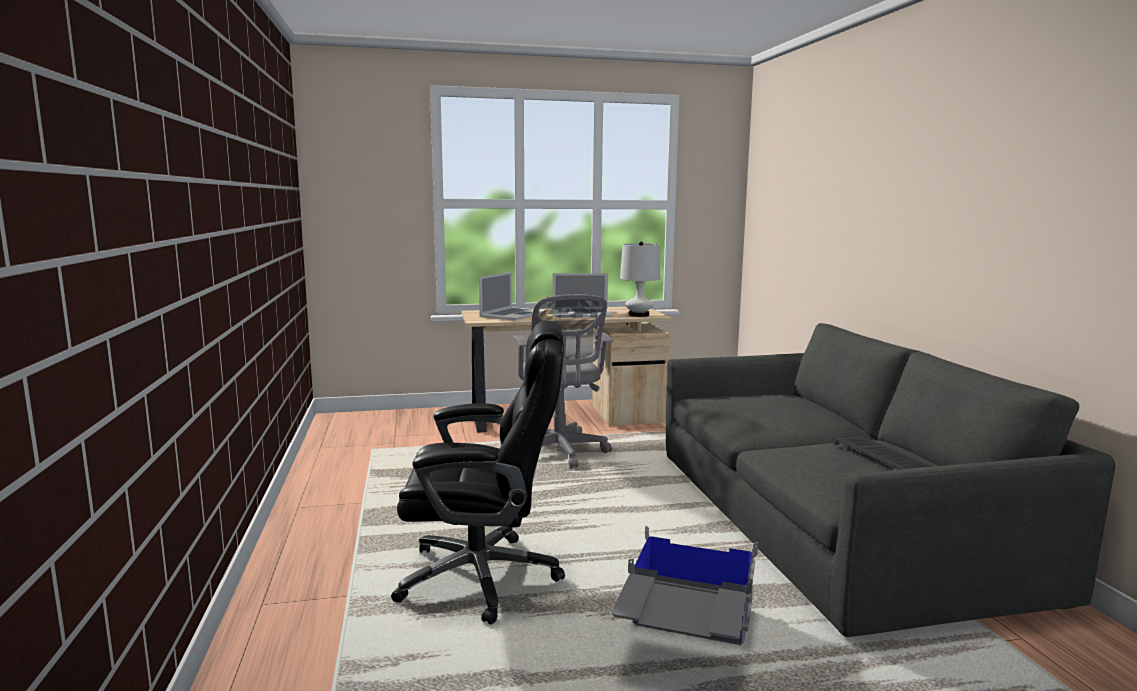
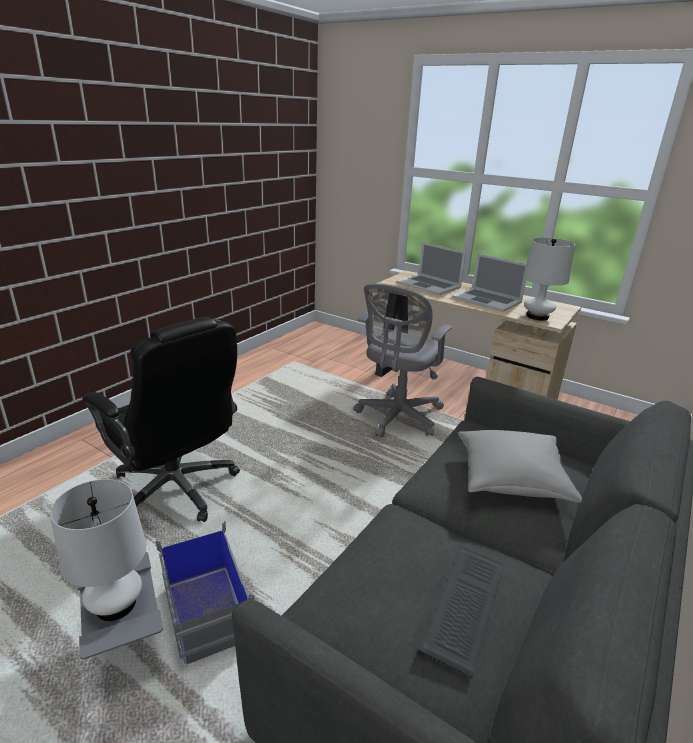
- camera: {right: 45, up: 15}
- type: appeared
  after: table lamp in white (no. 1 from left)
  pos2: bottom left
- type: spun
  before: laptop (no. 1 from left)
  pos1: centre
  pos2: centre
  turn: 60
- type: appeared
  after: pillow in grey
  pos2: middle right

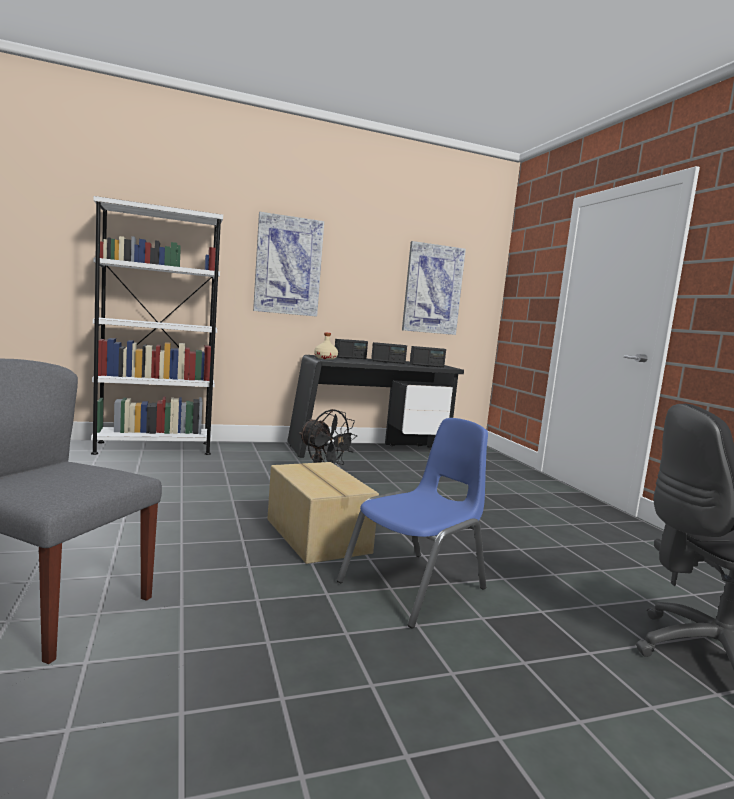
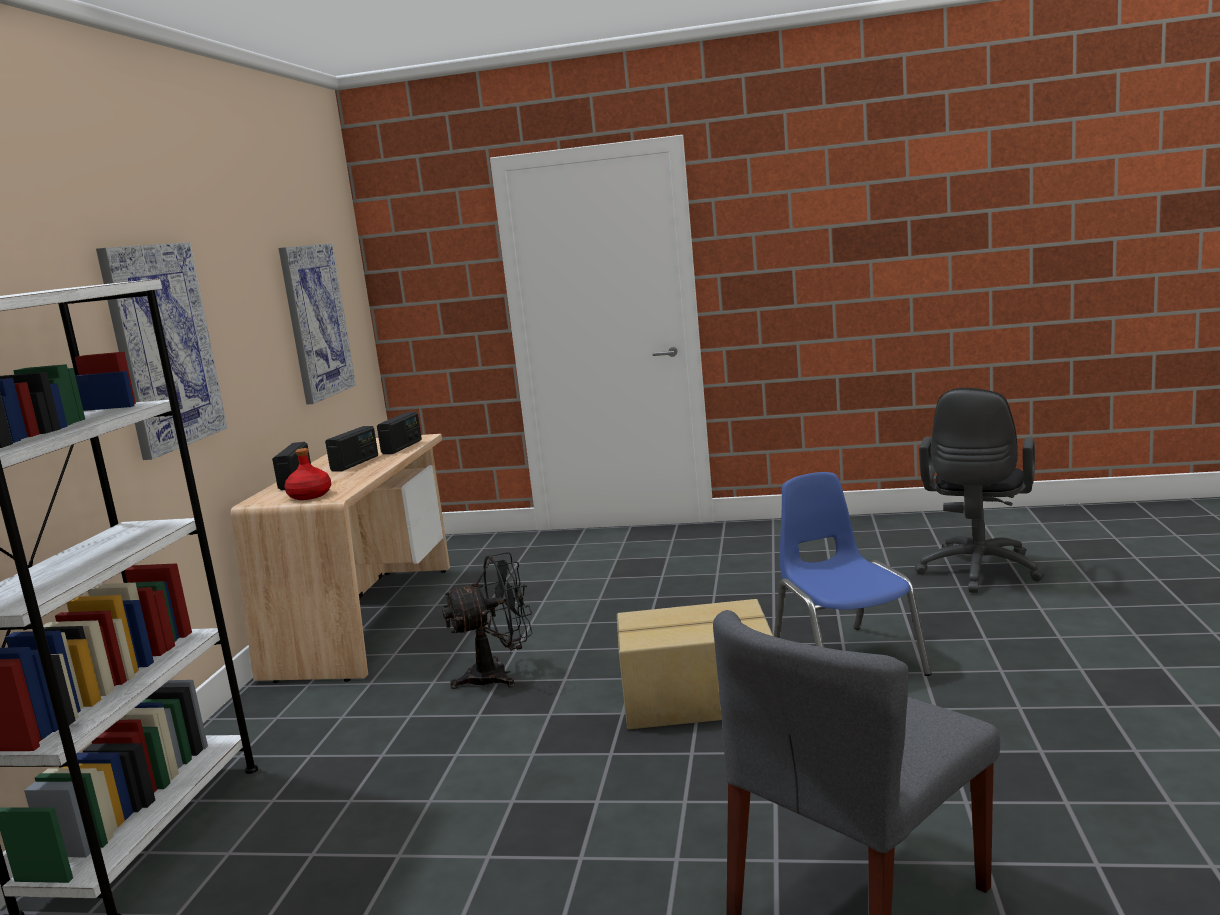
- camera: {right: -60, up: 5}
- type: colour
  before: desk in black
  after: desk in beige
  pos1: centre
  pos2: middle left
- type: colour
  before: bottle in beige
  after: bottle in red
  pos1: centre
  pos2: middle left

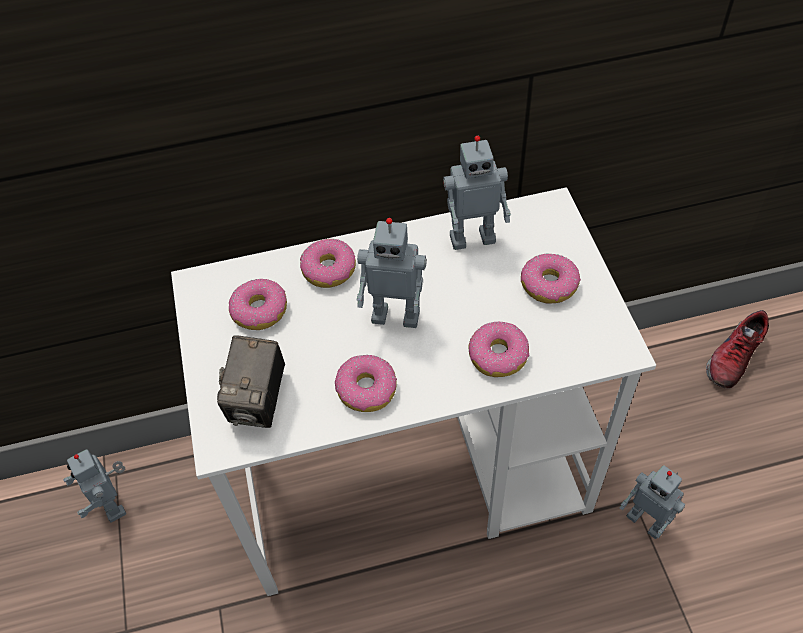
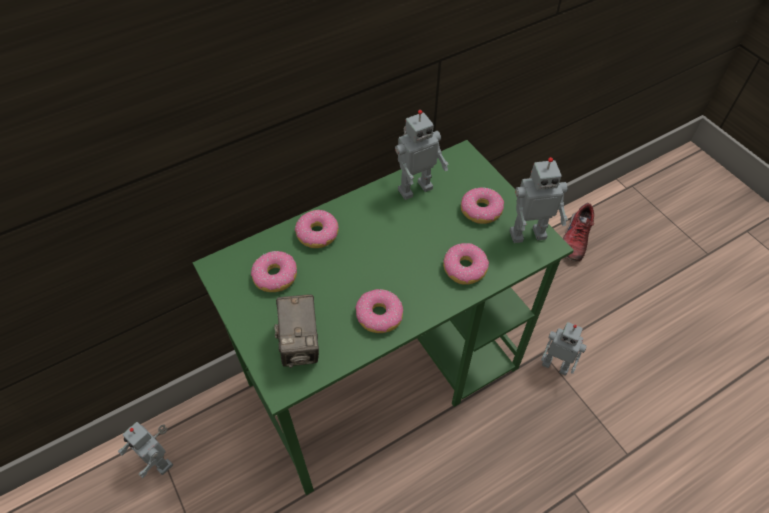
- camera: {right: -20, up: 0}
- type: colour
  before: desk in white
  after: desk in green
  pos1: centre
  pos2: centre
- type: relocated
  before: toy robot (no. 2 from left in the first image)
  after: toy robot (no. 3 from left)
  pos1: centre
  pos2: middle right

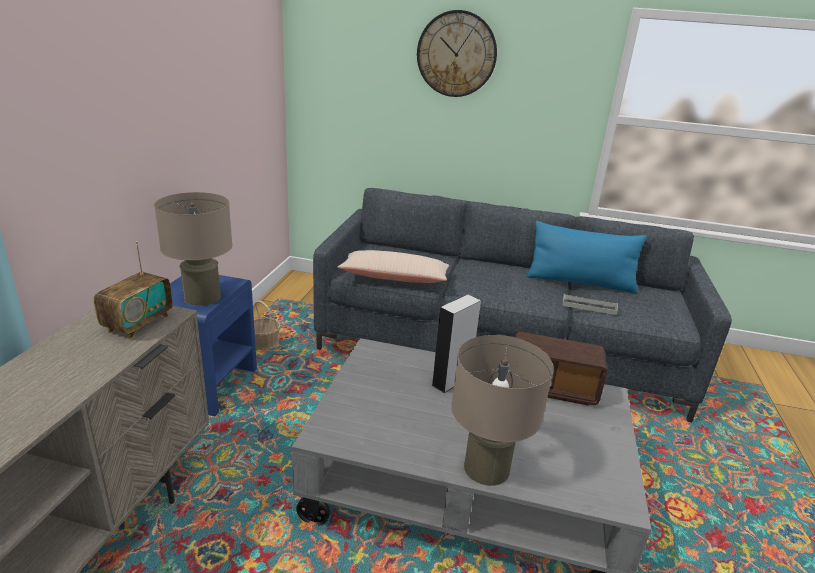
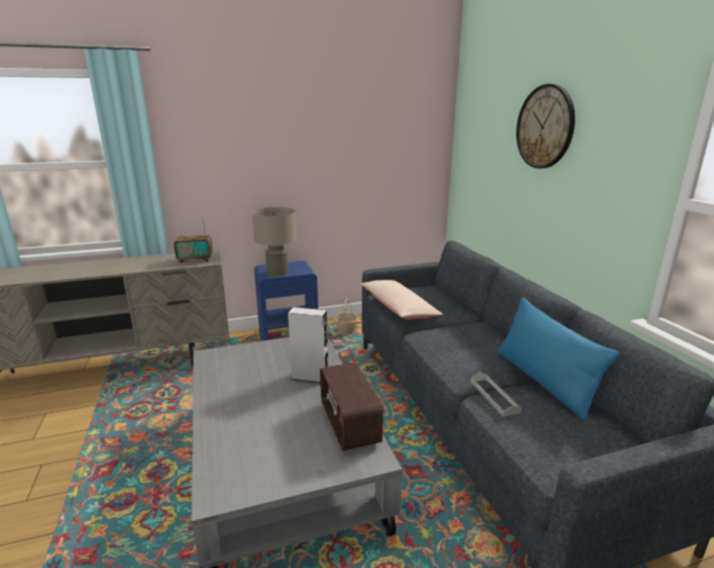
- camera: {right: 60, up: -5}
- type: missing
  before: table lamp in beige (no. 2 from left)
  pos1: bottom centre

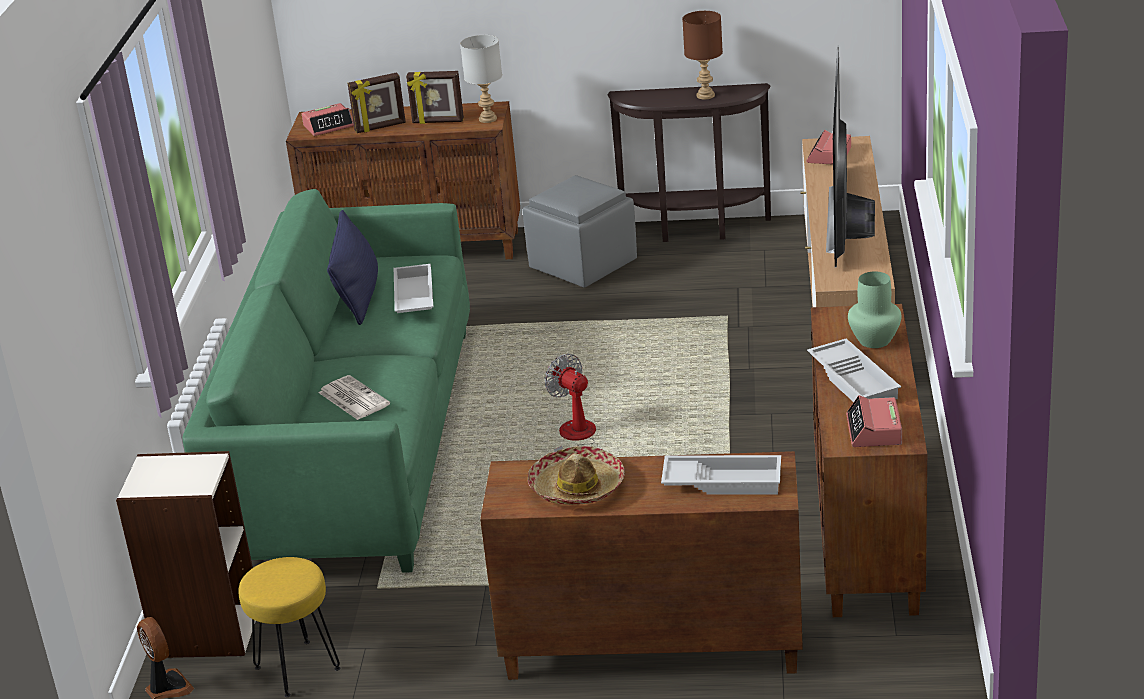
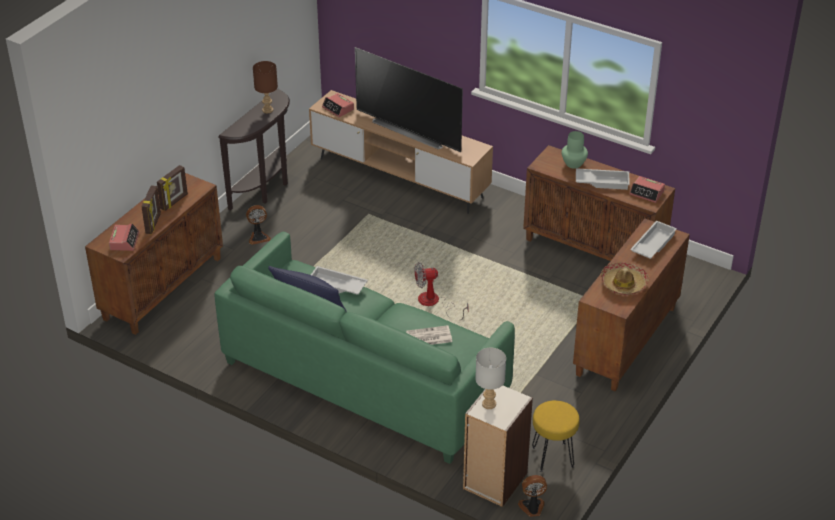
- camera: {right: -65, up: 10}
- type: exchanged
  before: ottoman in grey
  after: fan (no. 1 from left)
  pos1: top centre
  pos2: middle left
- type: relocated
  before: table lamp in grey
  pos1: top centre
  pos2: bottom centre

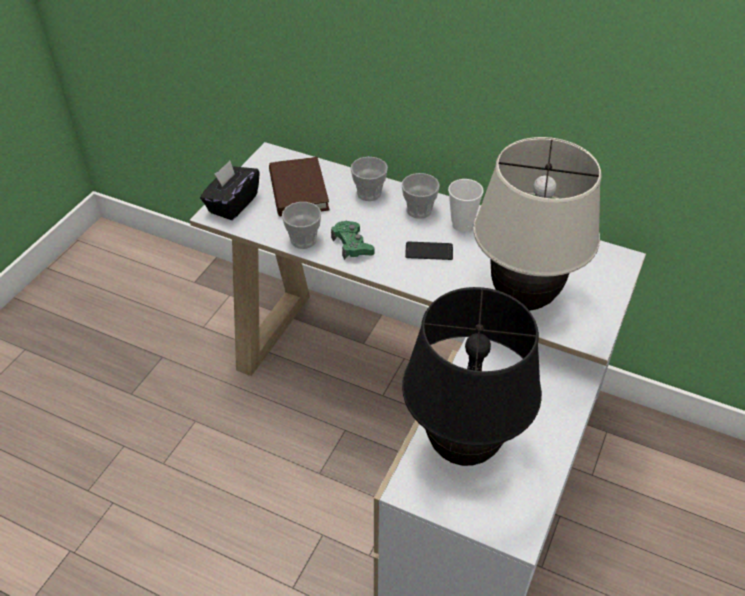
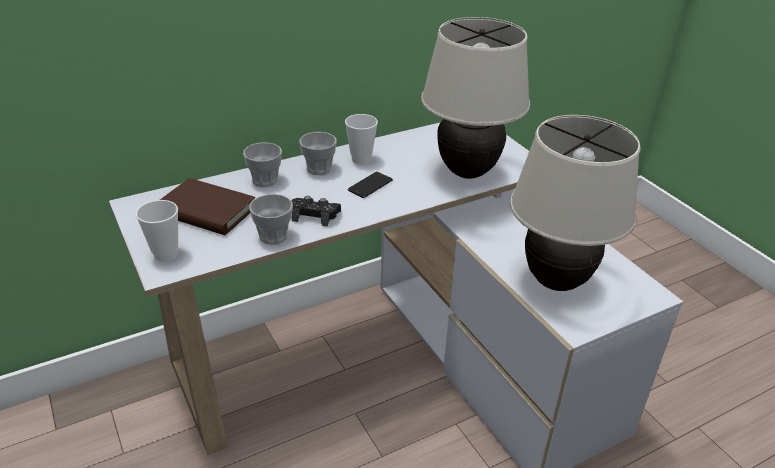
- camera: {right: -55, up: -10}
- type: exchanged
  before: tissue box in black
  after: cup (no. 1 from left)
  pos1: top left
  pos2: middle left
- type: colour
  before: game controller in green
  after: game controller in black
  pos1: centre
  pos2: centre
- type: colour
  before: table lamp in black
  after: table lamp in beige (no. 2 from left)
  pos1: centre
  pos2: middle right

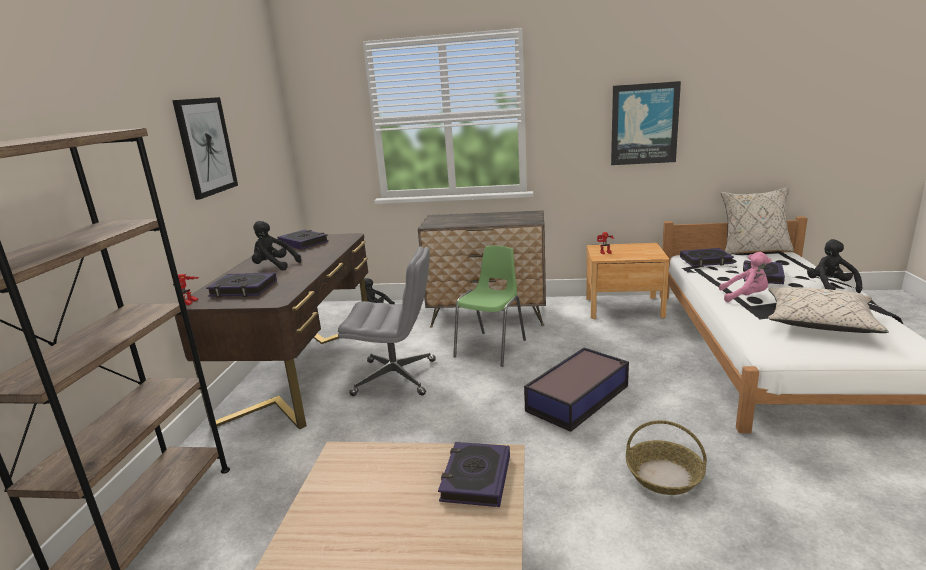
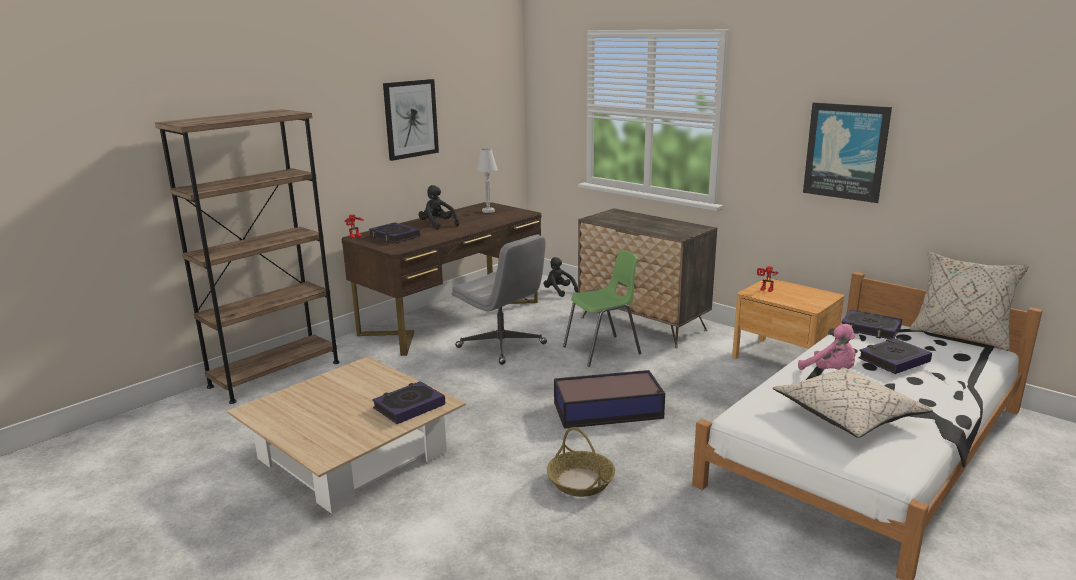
- camera: {right: 35, up: 0}
- type: exchanged
  before: book (no. 2 from left)
  after: table lamp in white
  pos1: middle left
  pos2: top centre
- type: missing
  before: plush toy in black (no. 3 from left)
  pos1: middle right

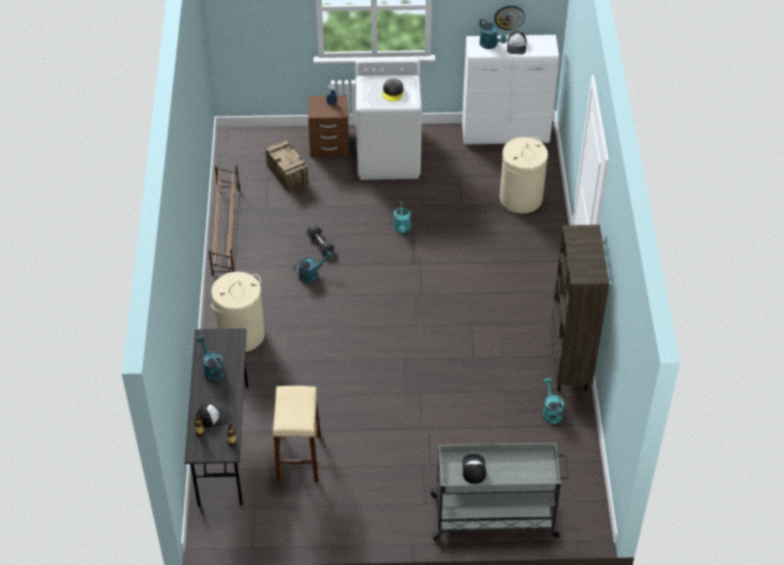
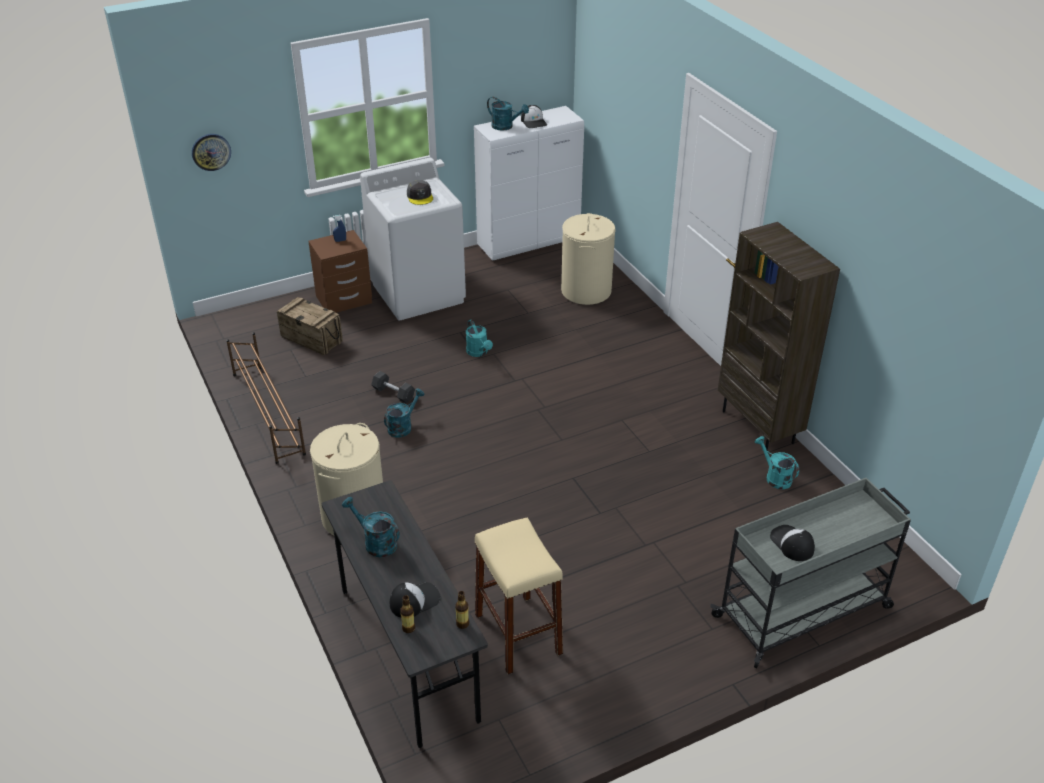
- camera: {right: -25, up: -10}
- type: relocated
  before: wall clock
  pos1: top centre
  pos2: top left

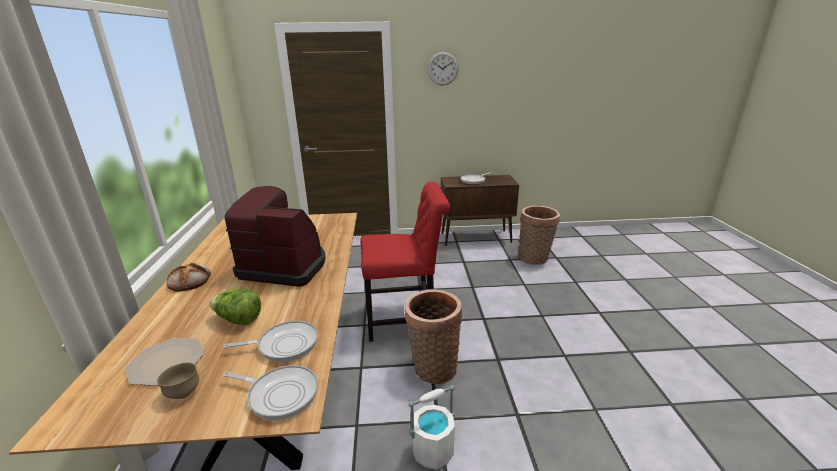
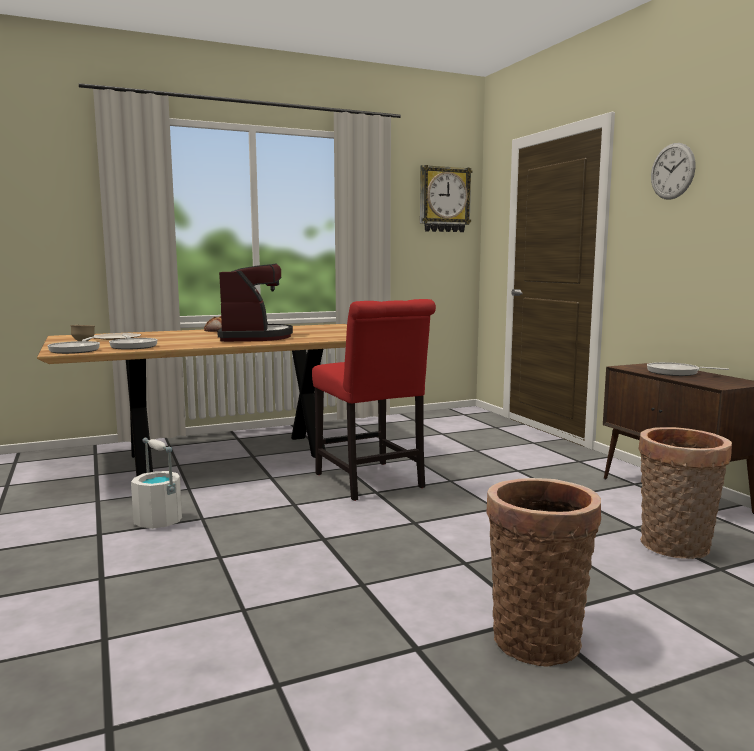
- camera: {right: 70, up: -15}
- type: appeared
  after: wall clock (no. 1 from left)
  pos2: top centre
- type: relocated
  before: basket (no. 1 from left)
  pos1: bottom centre
  pos2: bottom right
- type: missing
  before: lettuce
  pos1: middle left

